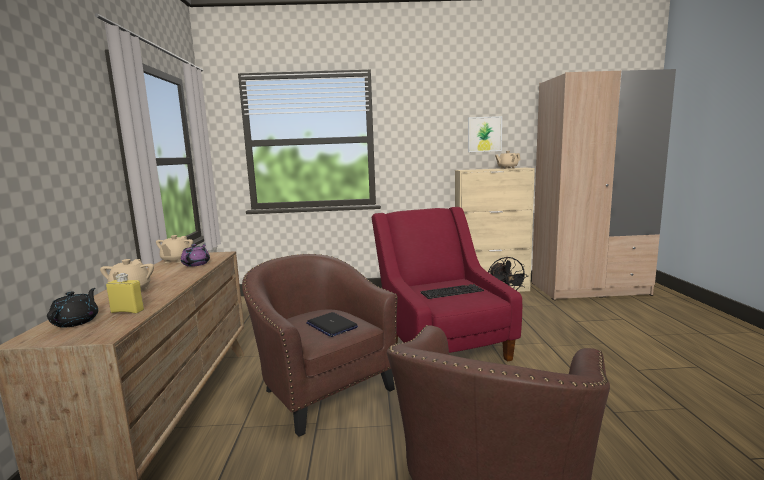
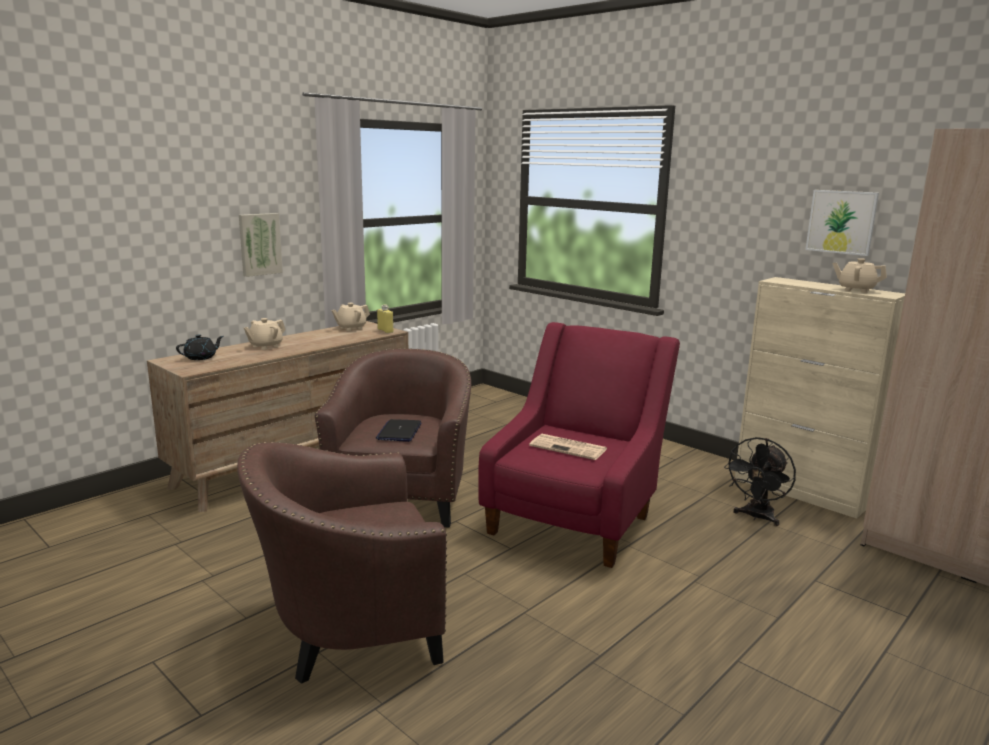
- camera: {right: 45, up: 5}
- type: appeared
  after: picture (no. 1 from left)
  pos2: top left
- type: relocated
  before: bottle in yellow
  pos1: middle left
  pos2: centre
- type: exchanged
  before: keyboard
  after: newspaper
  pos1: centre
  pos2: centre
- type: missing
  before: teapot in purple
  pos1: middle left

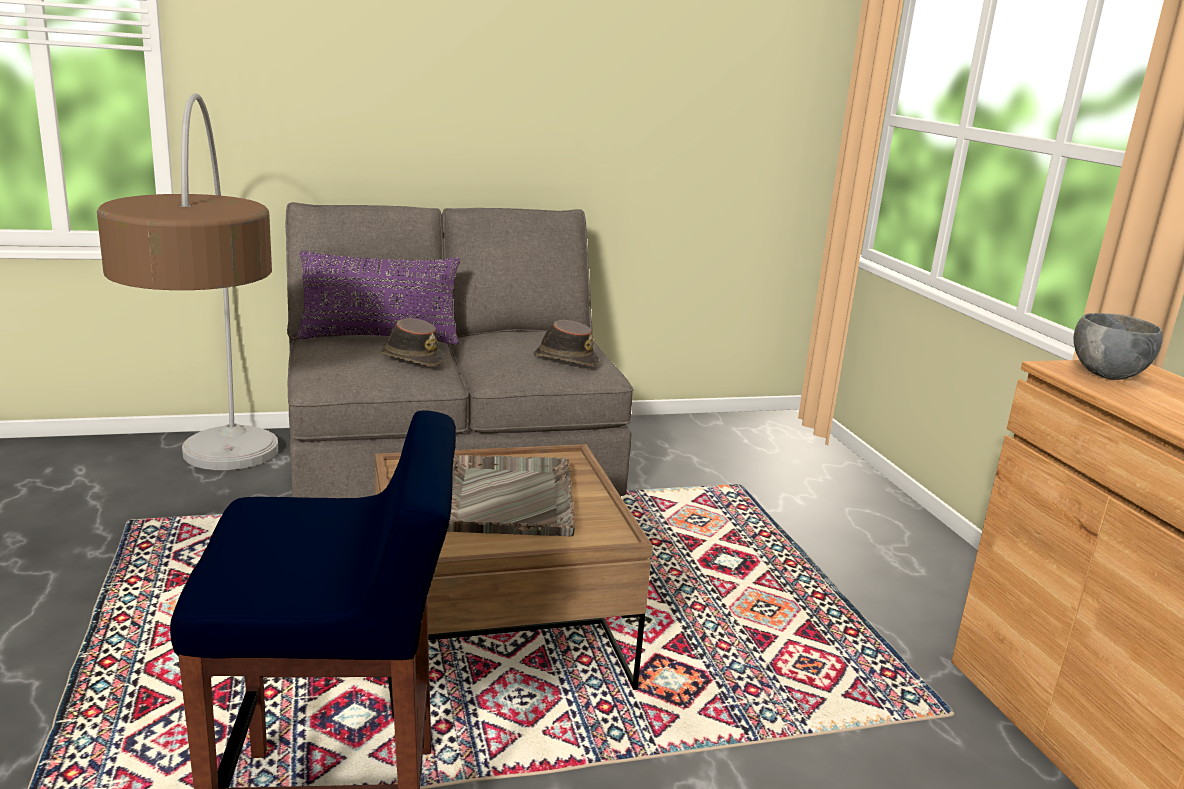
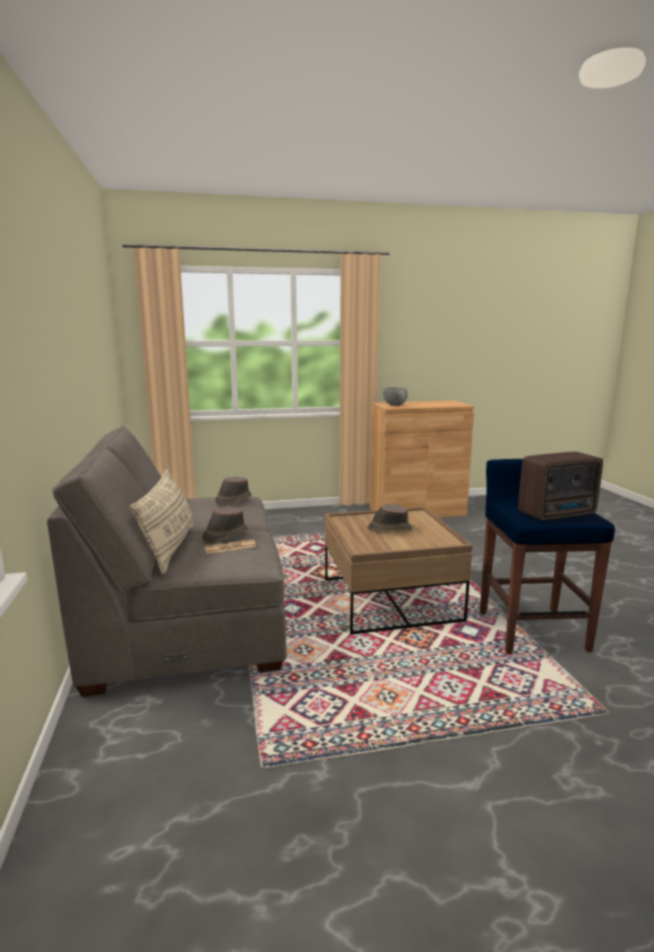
- camera: {right: -85, up: -5}
- type: colour
  before: pillow in purple
  after: pillow in beige
  pos1: middle left
  pos2: middle left
- type: appeared
  after: newspaper
  pos2: centre
- type: exchanged
  before: tray in grey
  after: hat in brown (no. 3 from left)
  pos1: centre
  pos2: centre
- type: appeared
  after: radio
  pos2: middle right
- type: missing
  before: floor lamp
  pos1: middle left

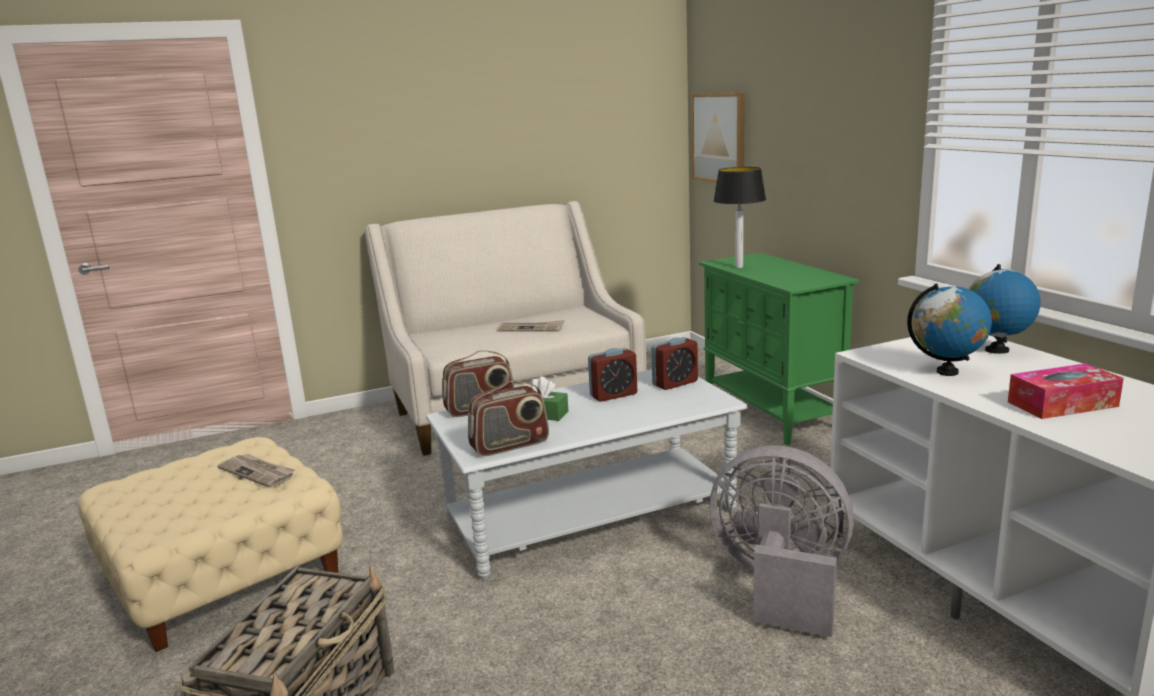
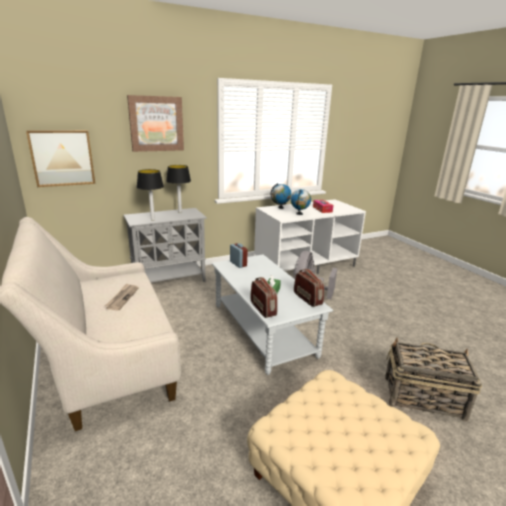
- camera: {right: -95, up: 5}
- type: colour
  before: cabinet in green
  after: cabinet in grey
  pos1: middle right
  pos2: middle left
- type: appeared
  after: picture (no. 2 from left)
  pos2: top left
- type: appeared
  after: table lamp (no. 2 from left)
  pos2: centre
- type: missing
  before: newspaper (no. 1 from left)
  pos1: bottom left
- type: missing
  before: alarm clock (no. 1 from left)
  pos1: centre

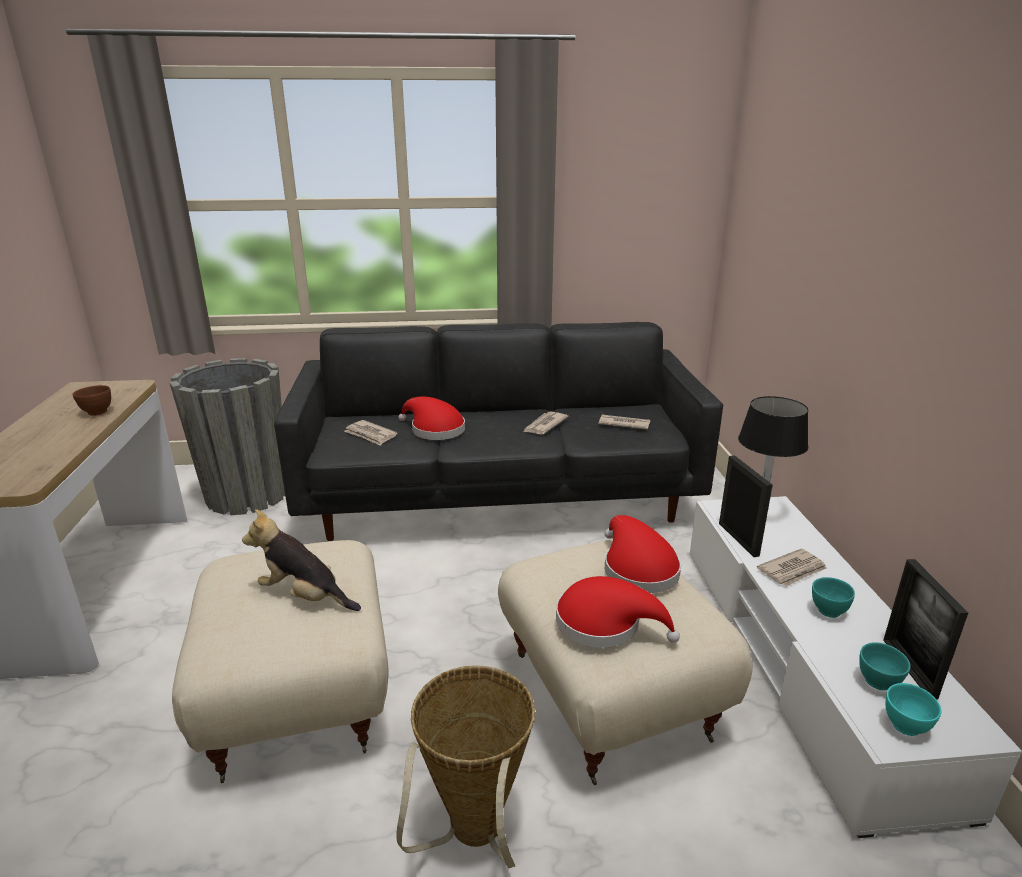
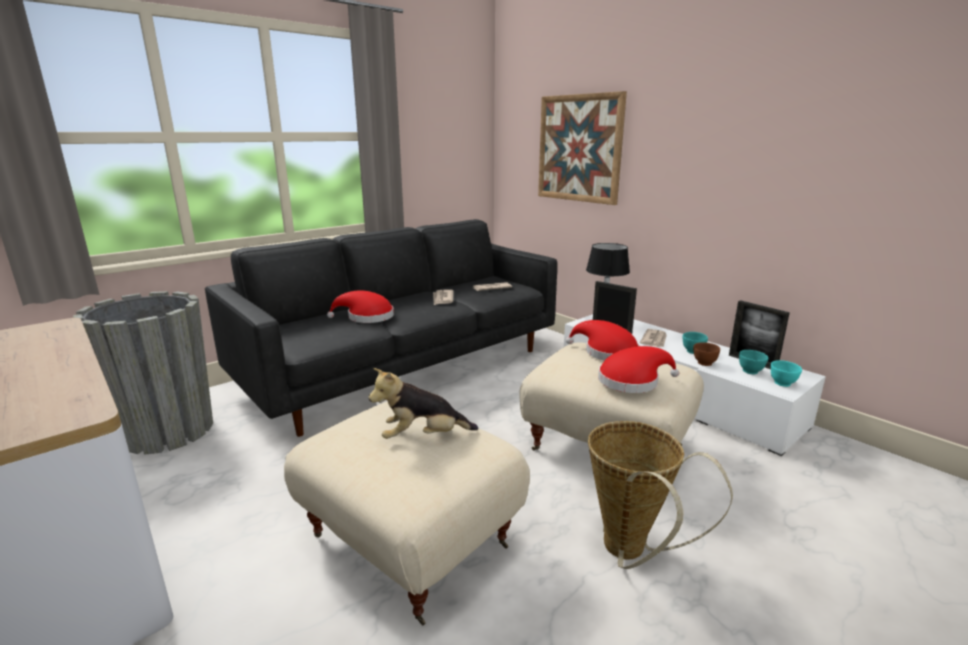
- camera: {right: -35, up: -5}
- type: appeared
  after: picture
  pos2: top centre
- type: relocated
  before: bowl in brown
  pos1: middle left
  pos2: middle right
- type: missing
  before: newspaper (no. 1 from left)
  pos1: centre

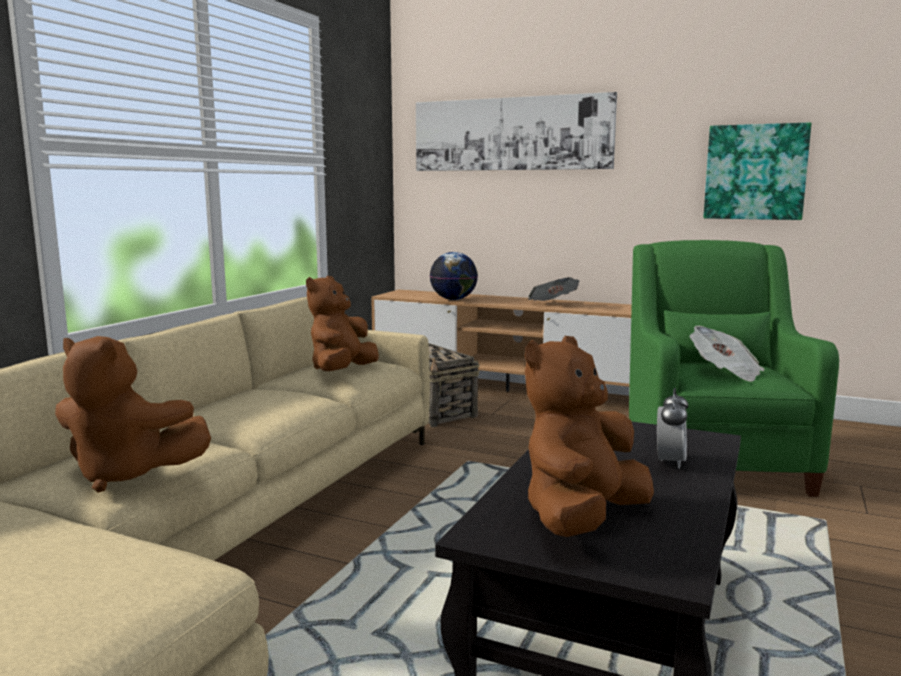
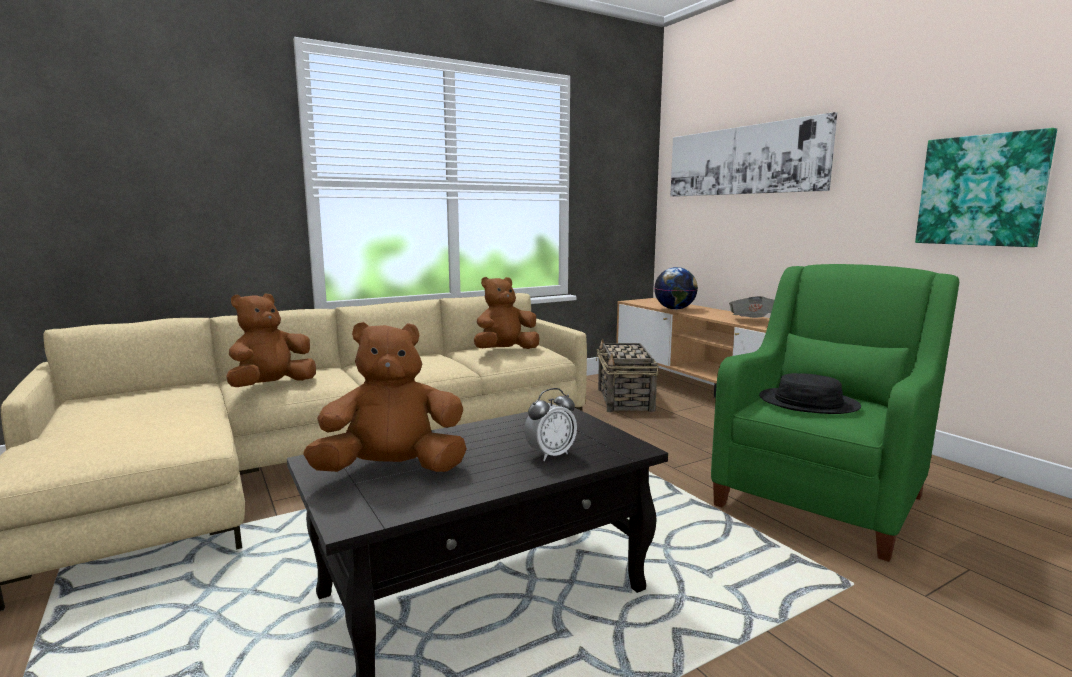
- camera: {right: 35, up: 0}
- type: spun
  before: plush toy in brown (no. 1 from left)
  pos1: middle left
  pos2: middle left
  turn: 75
- type: exchanged
  before: newspaper (no. 2 from left)
  after: hat in black
  pos1: middle right
  pos2: middle right

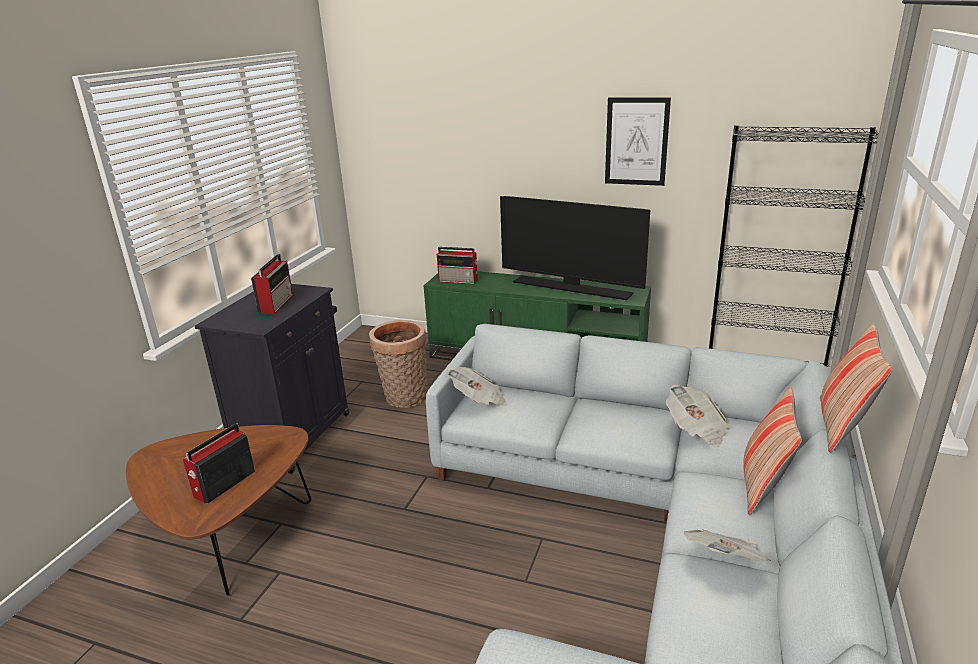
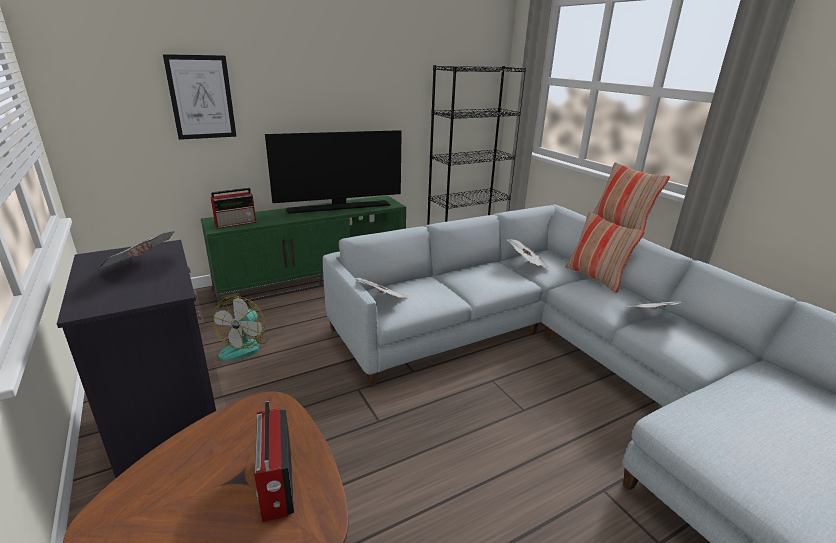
- camera: {right: -50, up: 0}
- type: exchanged
  before: radio (no. 2 from left)
  after: newspaper (no. 1 from left)
  pos1: middle left
  pos2: middle left
- type: relocated
  before: picture
  pos1: top centre
  pos2: top left
- type: exchanged
  before: basket
  after: fan
  pos1: centre
  pos2: middle left

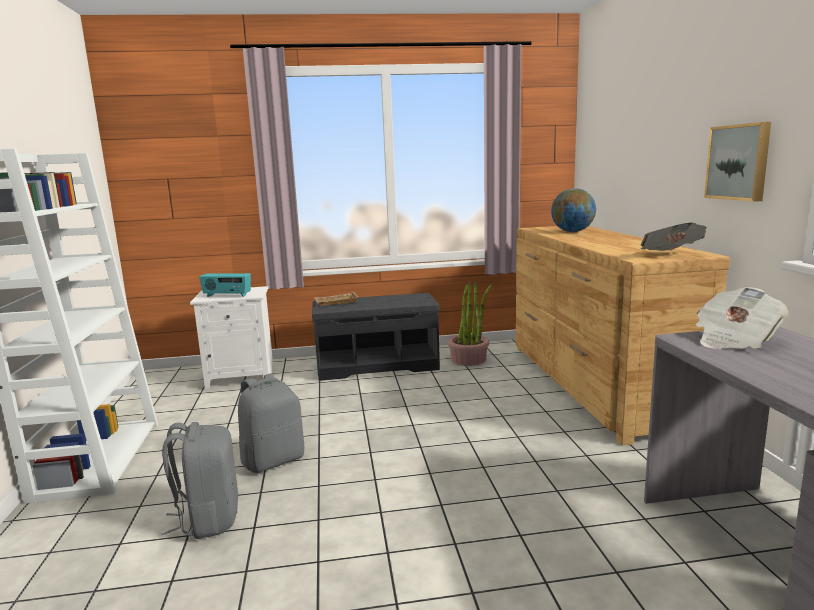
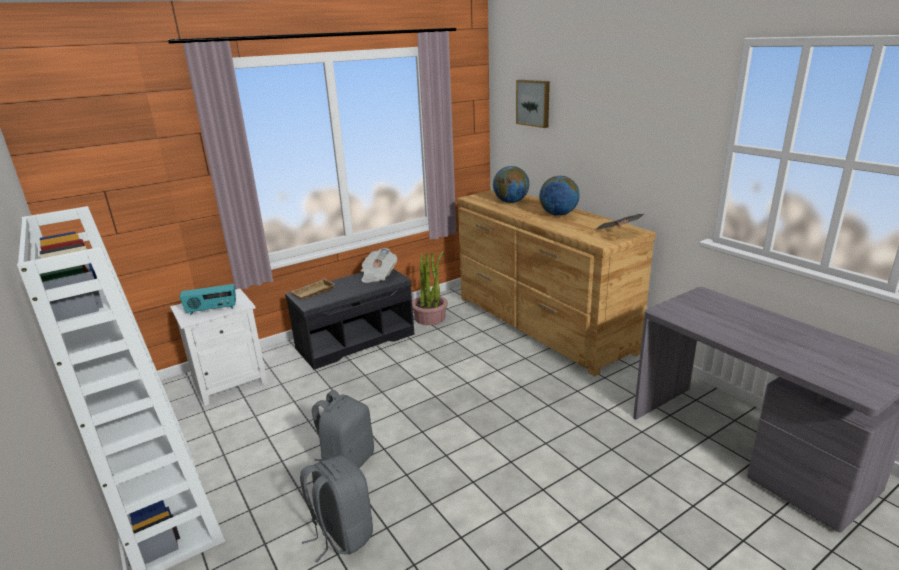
- camera: {right: -25, up: 10}
- type: relocated
  before: newspaper (no. 2 from left in the first image)
  after: newspaper (no. 1 from left)
  pos1: middle right
  pos2: centre
- type: relocated
  before: picture
  pos1: top right
  pos2: top centre
- type: appeared
  after: globe (no. 2 from left)
  pos2: centre

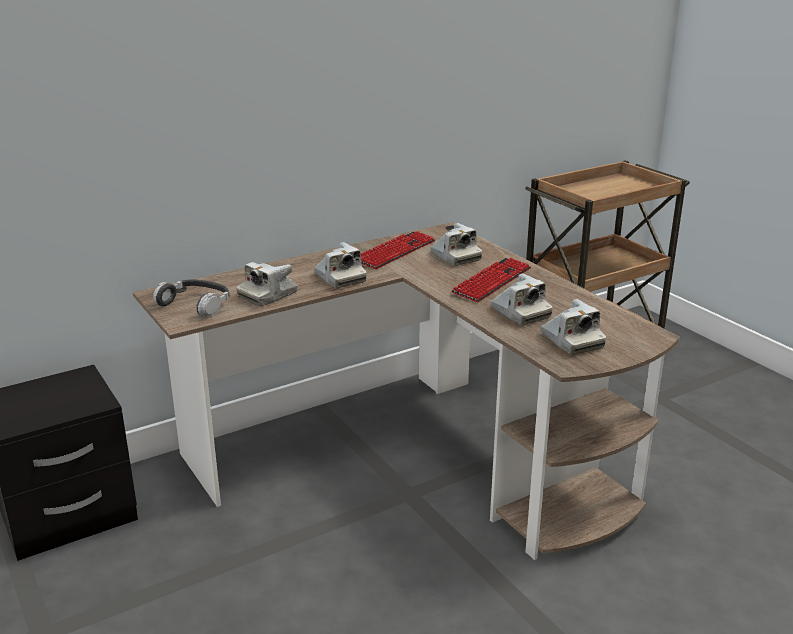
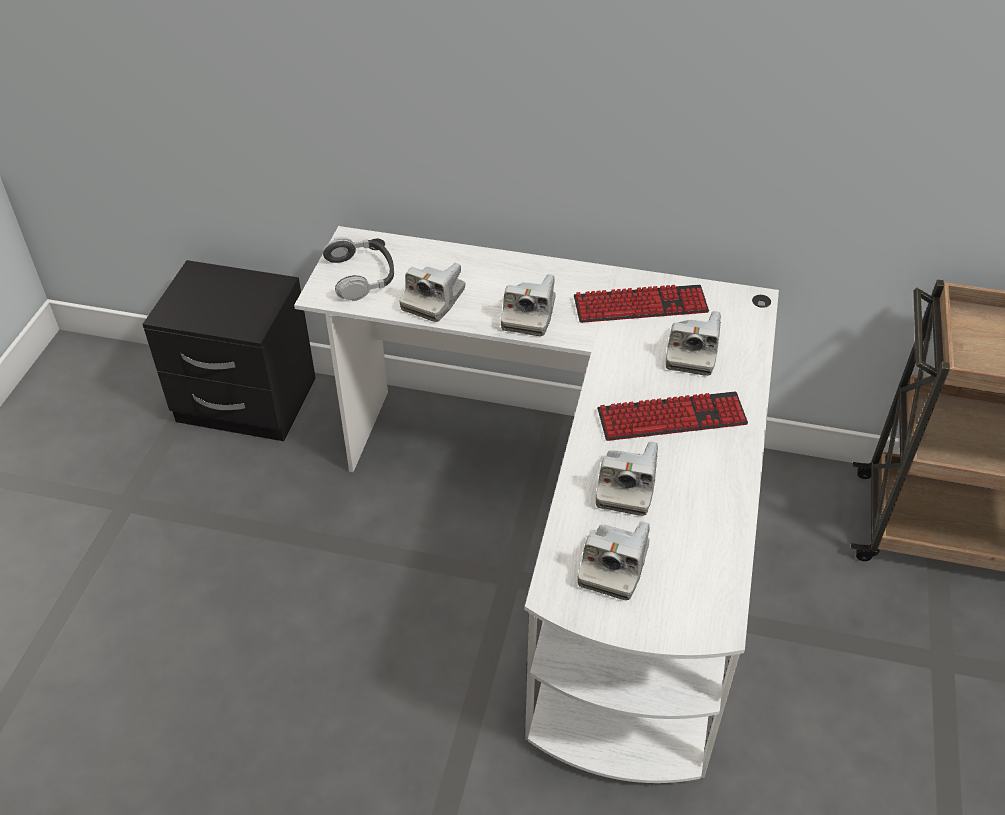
- camera: {right: 45, up: 20}
- type: colour
  before: desk in brown
  after: desk in white
  pos1: centre
  pos2: centre
- type: spun
  before: photo camera (no. 1 from left)
  pos1: centre
  pos2: centre
  turn: -60

